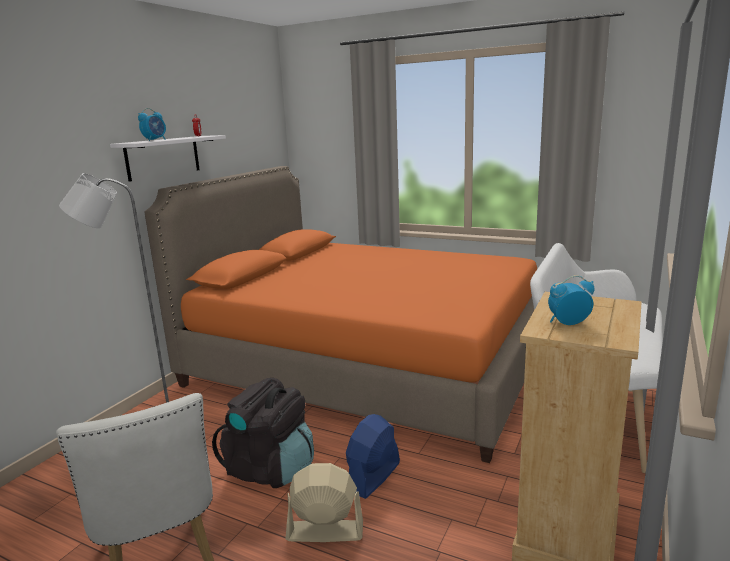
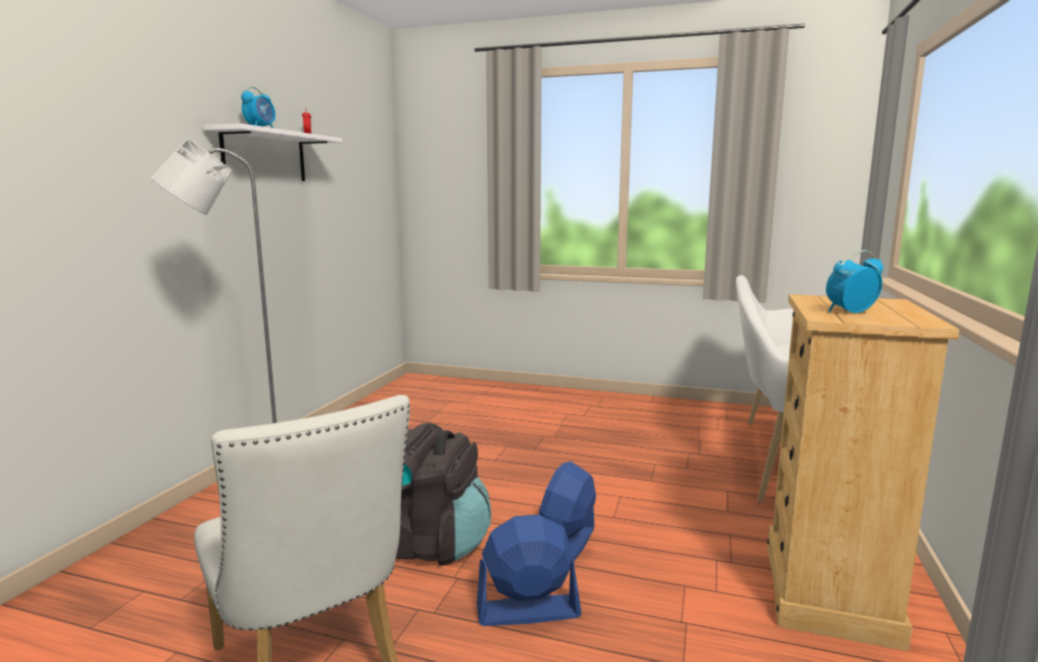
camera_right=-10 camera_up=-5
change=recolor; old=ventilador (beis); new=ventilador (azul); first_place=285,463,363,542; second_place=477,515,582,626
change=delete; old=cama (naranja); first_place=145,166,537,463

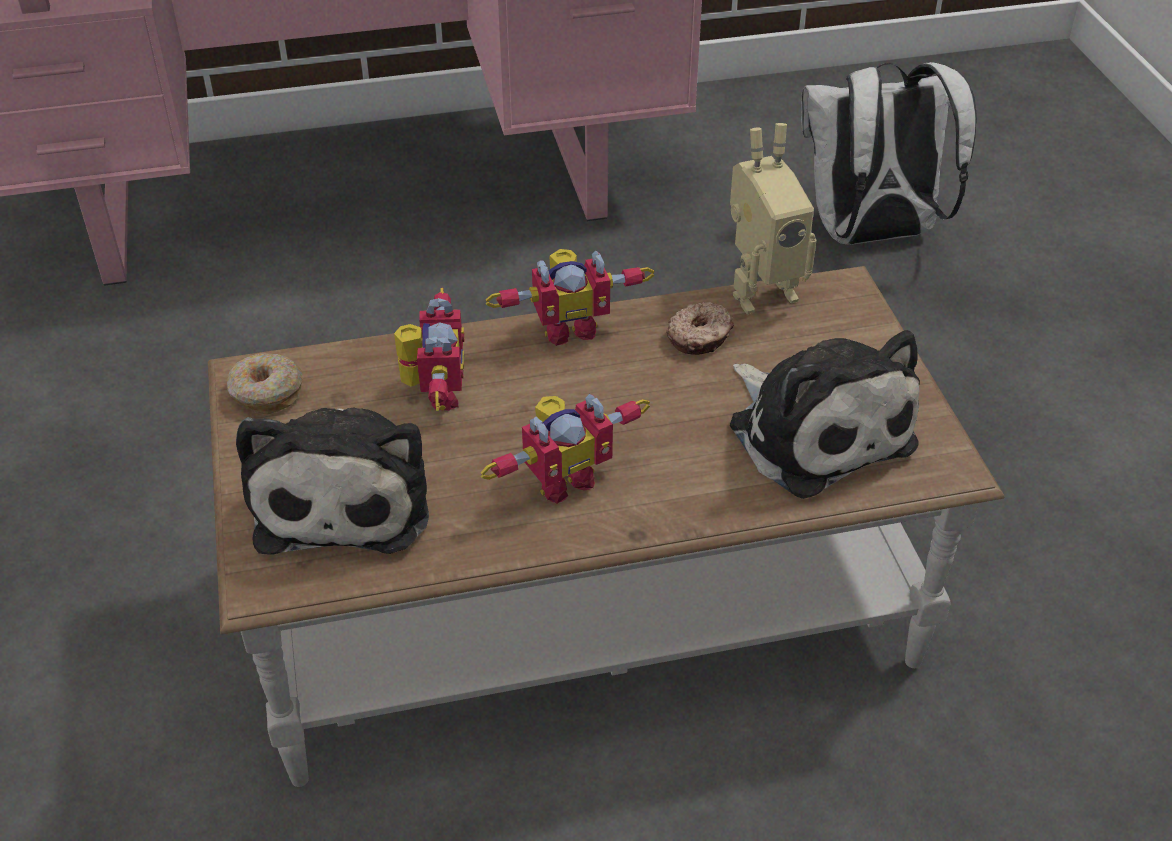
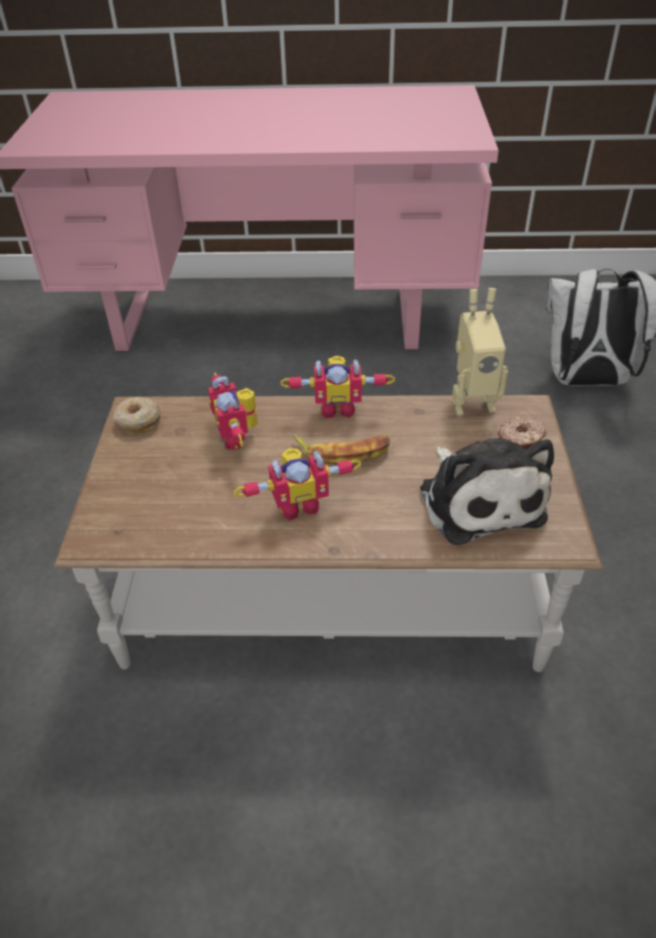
camera_right=15 camera_up=0
change=rotate; old=robot de juguete; first_place=394,288,464,411; second_place=208,373,258,450; degrees=150
change=insert; new=plátano; second_place=293,435,391,464
change=move; old=rosquilla; first_place=666,302,734,355; second_place=498,416,547,450
change=delete; old=peluche; first_place=236,408,429,555

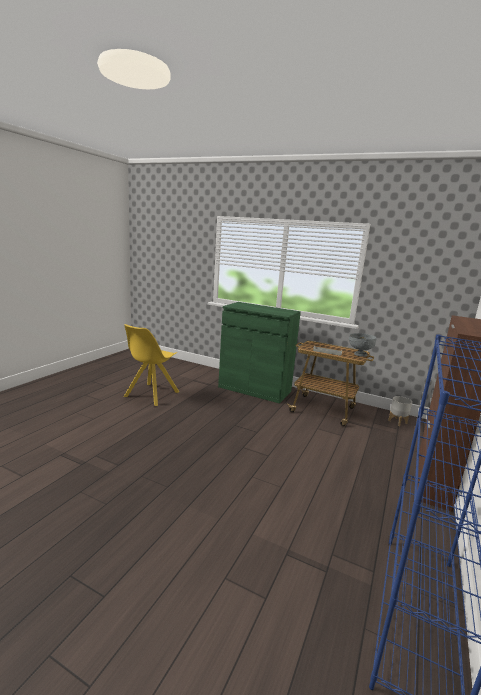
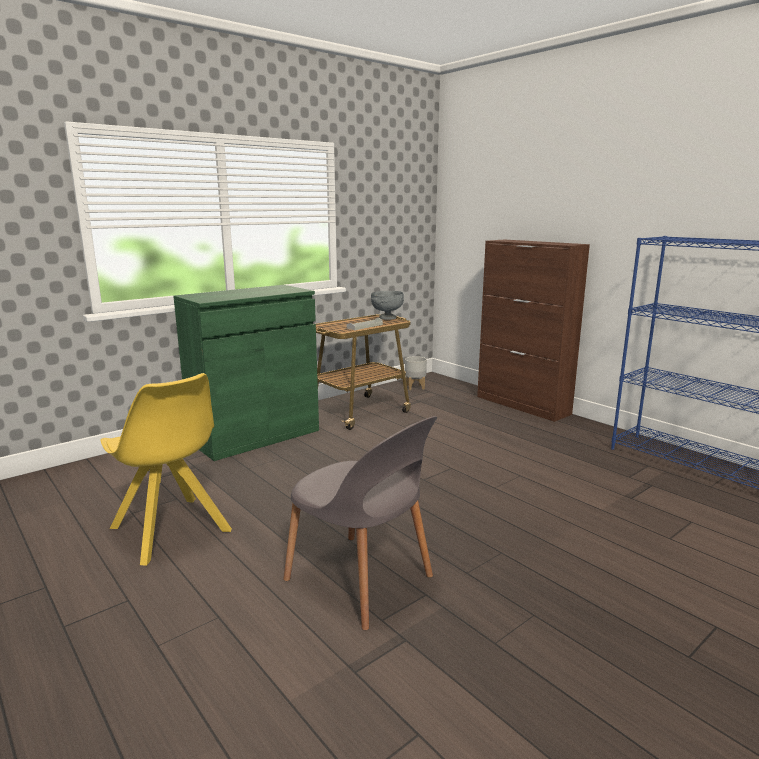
camera_right=-65 camera_up=0
change=insert; new=silla (gris); second_place=283,416,437,630

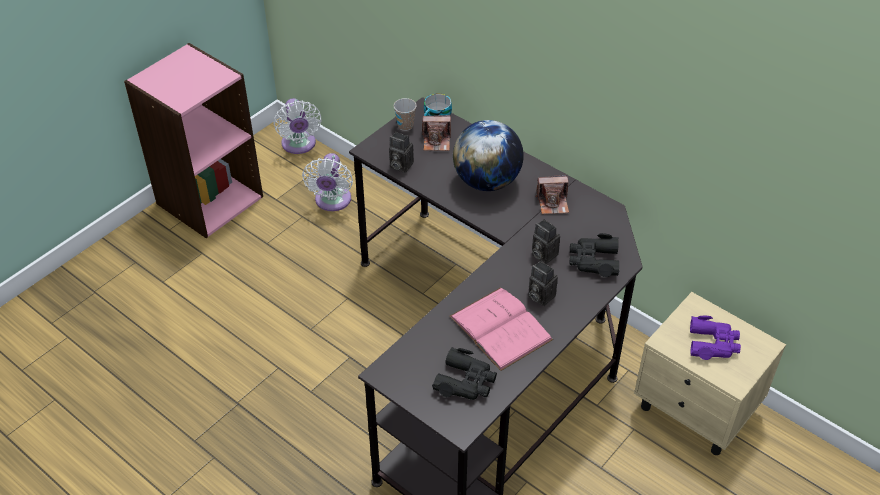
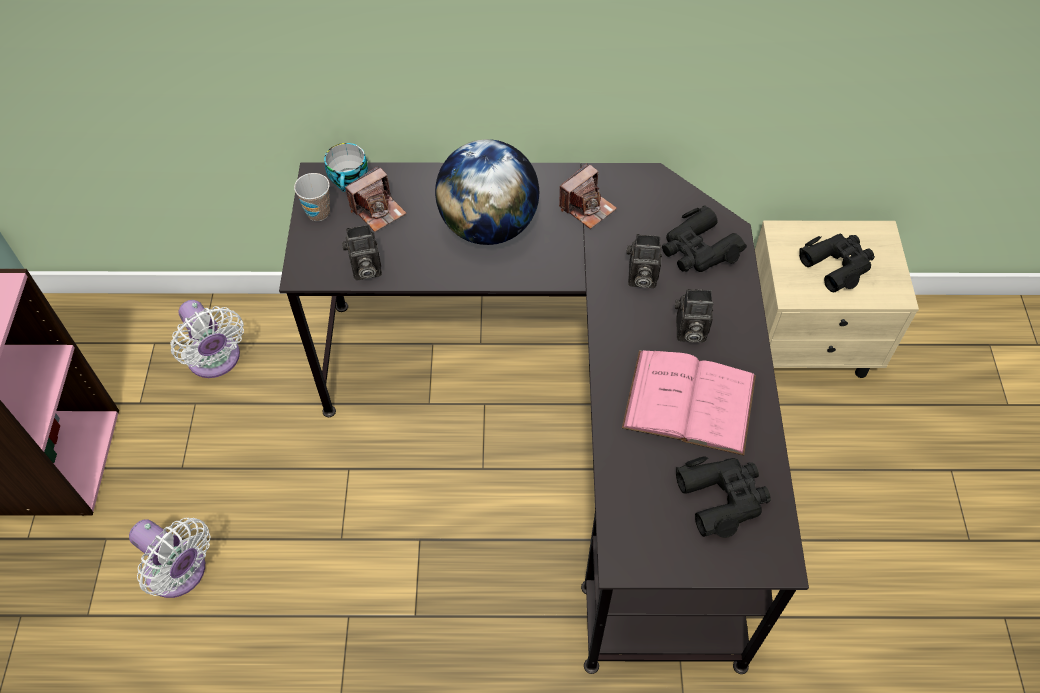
camera_right=-40 camera_up=10
change=move; old=ventilador (blanco); first_place=274,98,322,154; second_place=129,518,211,598
change=recolor; old=prismáticos (morado); new=prismáticos (negro); first_place=690,316,741,360; second_place=799,234,875,292

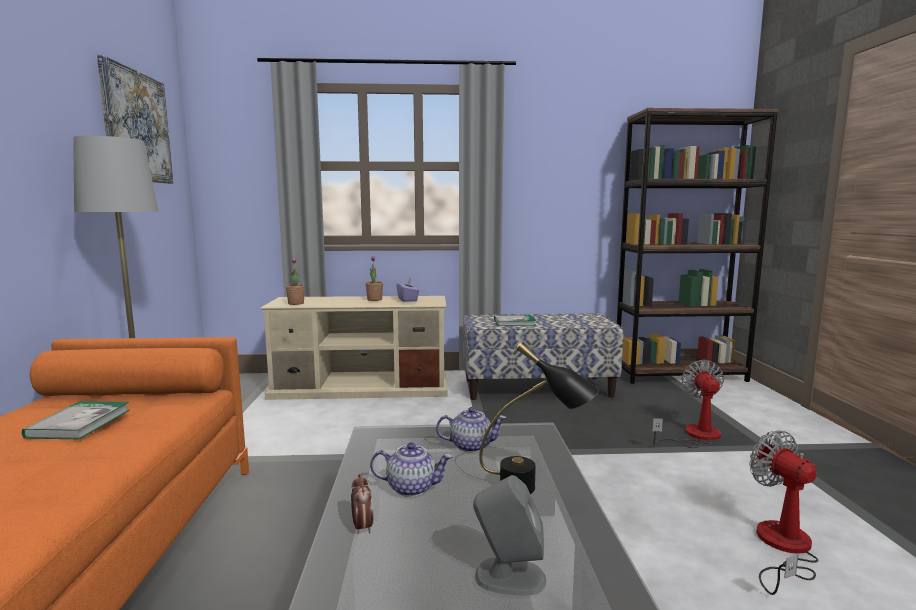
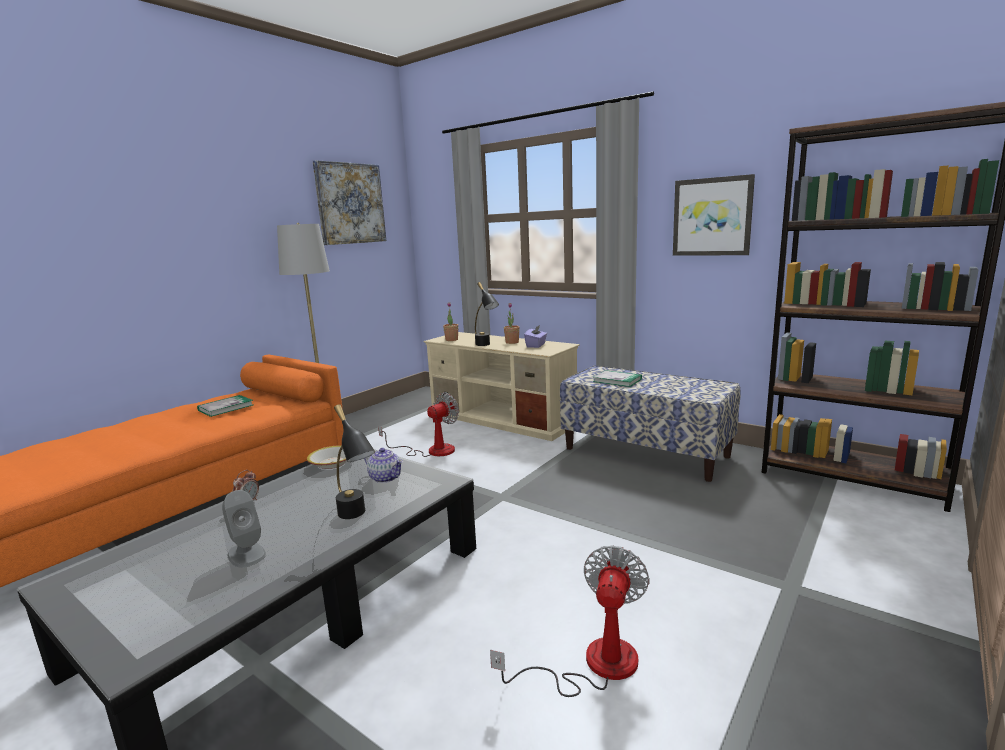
camera_right=40 camera_up=5
change=insert; new=cuenco; second_place=307,445,347,469
change=move; old=ventilador; first_place=652,360,724,448; second_place=378,392,459,457
change=insert; new=lámpara de mesa (negro); second_place=475,282,499,346
change=insert; new=cuadro; second_place=673,174,755,256
change=delete; old=tetera; first_place=370,442,453,497

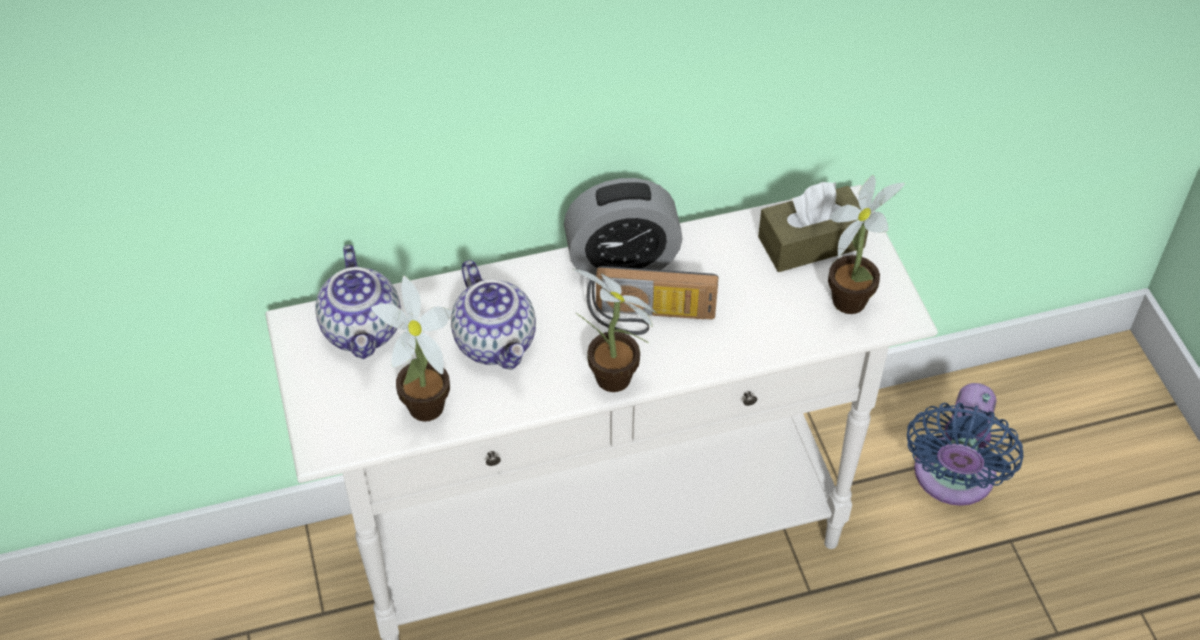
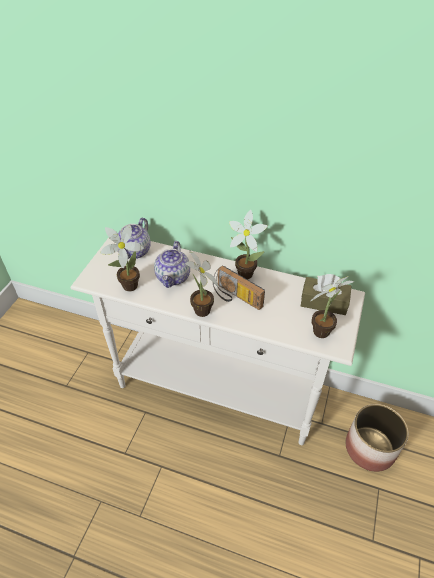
camera_right=35 camera_up=-5
change=replace; old=despertador; new=planta en maceta; first_place=564,178,683,275; second_place=229,210,268,280
change=replace; old=ventilador (azul); new=maceta; first_place=907,383,1023,506; second_place=346,404,408,472

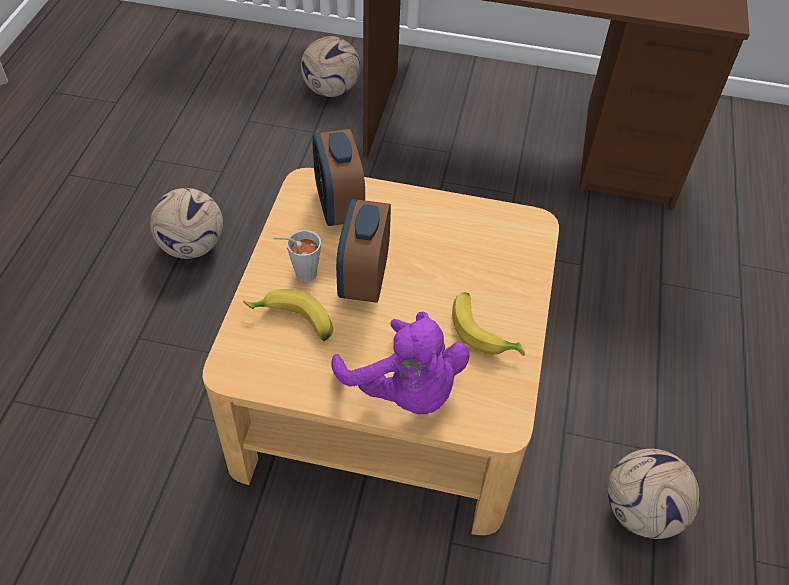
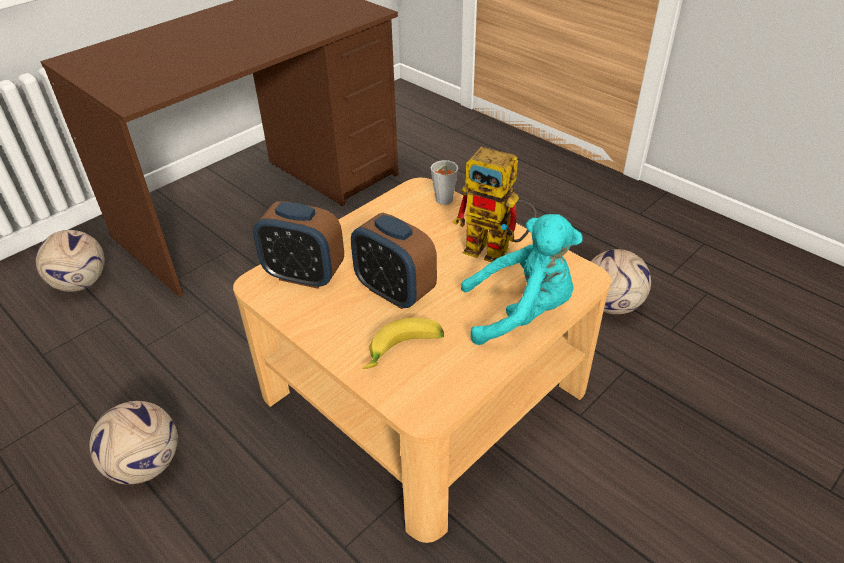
camera_right=-55 camera_up=-10
change=move; old=taza (gris); first_place=274,230,321,282; second_place=431,160,458,205
change=replace; old=plátano; new=robot de juguete; first_place=452,292,525,356; second_place=453,147,537,262
change=recolor; old=peluche (morado); new=peluche (turquesa); first_place=331,311,470,414; second_place=461,214,583,345

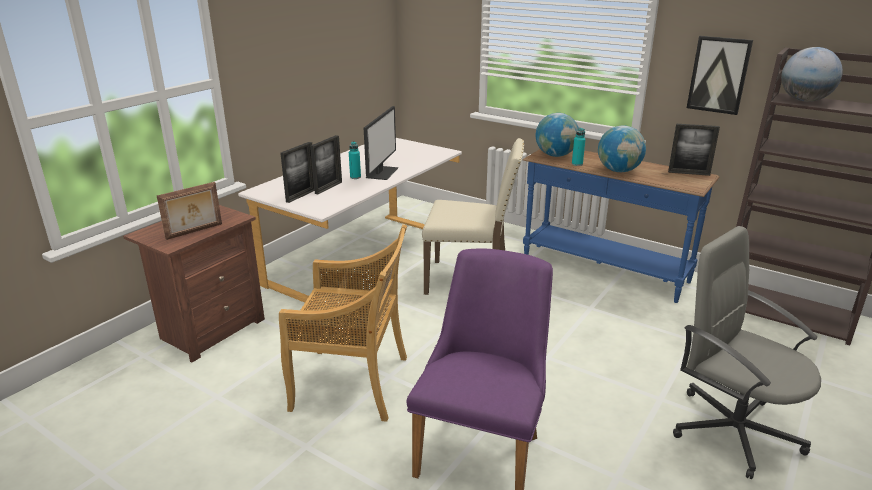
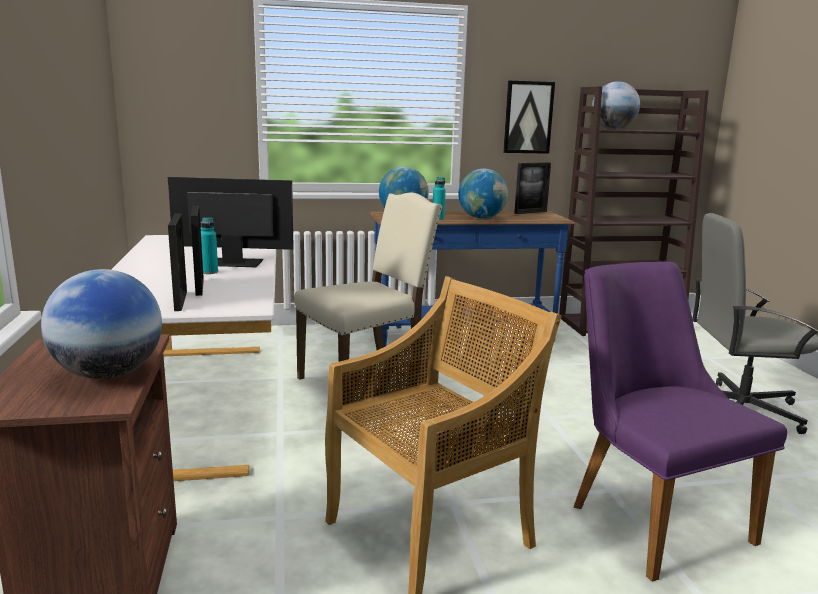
camera_right=-45 camera_up=-10
change=replace; old=portarretratos; new=globo terráqueo; first_place=157,182,222,240; second_place=41,269,162,379
change=rotate; old=monitor; first_place=364,106,398,180; second_place=168,177,294,267; degrees=-60

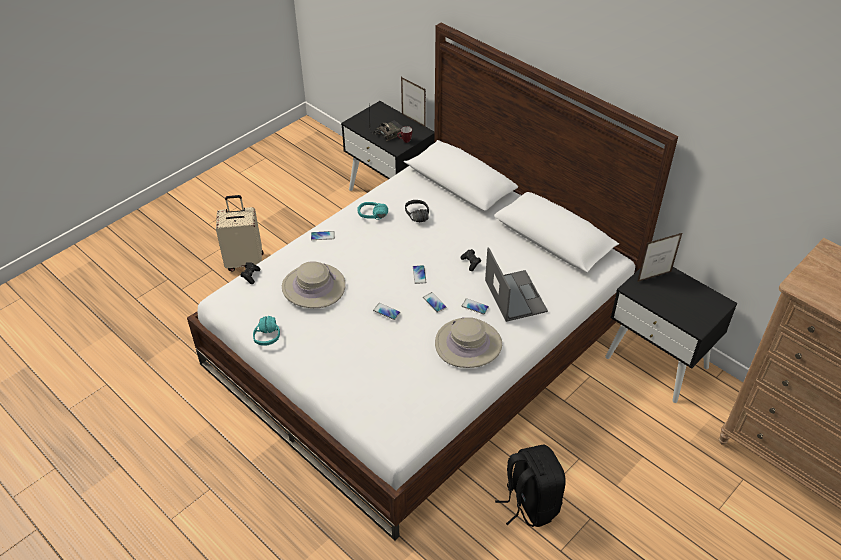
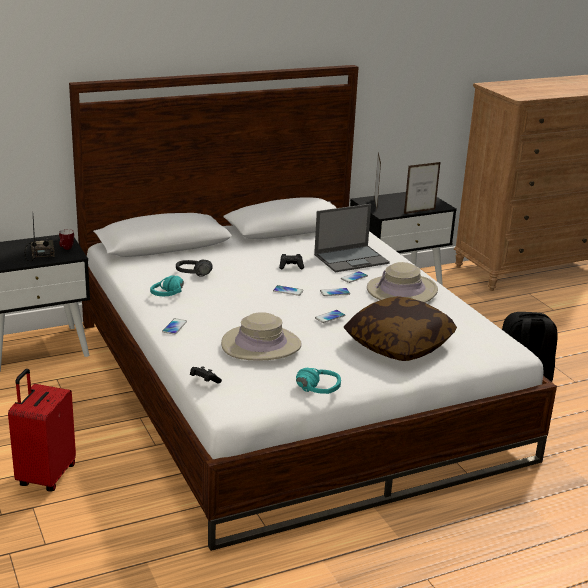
camera_right=-70 camera_up=-20
change=recolor; old=maleta (beis); new=maleta (rojo); first_place=216,195,264,271; second_place=8,369,76,491
change=rotate; old=portátil; first_place=485,247,548,322; second_place=314,204,390,273; degrees=150
change=insert; new=cojín; second_place=343,296,457,361
change=move; old=portarretratos; first_place=401,77,426,127; second_place=404,162,440,214

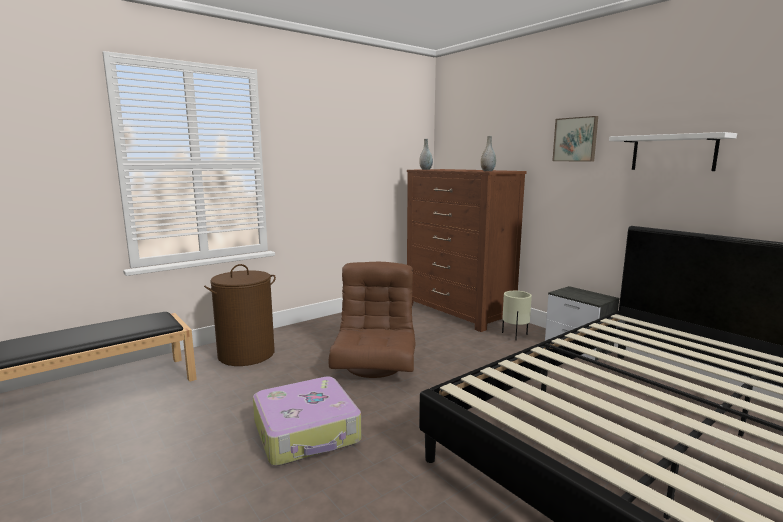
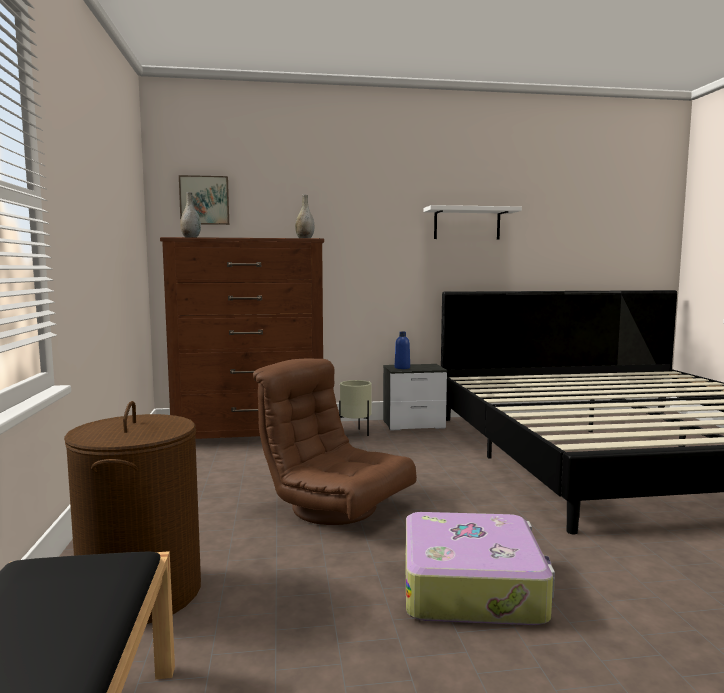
camera_right=-60 camera_up=-5
change=move; old=cuadro; first_place=552,116,598,161; second_place=179,175,229,225
change=insert; new=botella (azul); second_place=395,332,410,369

